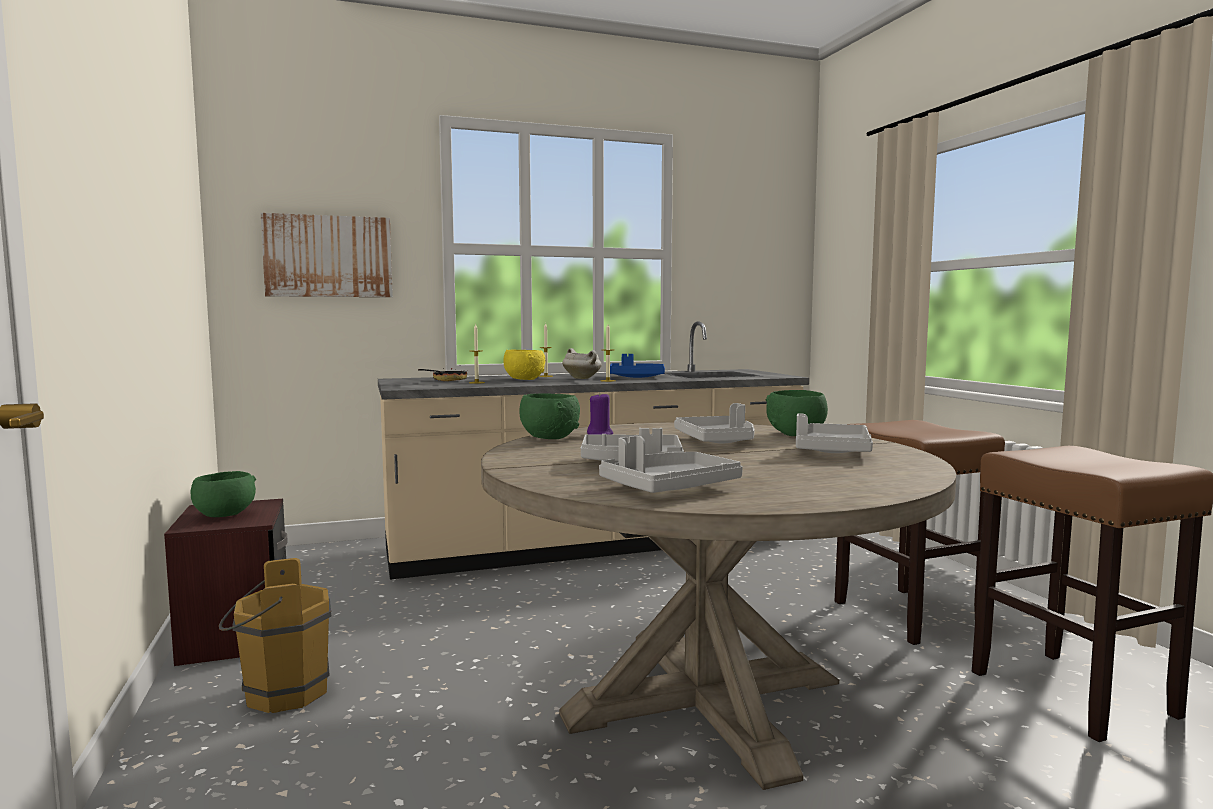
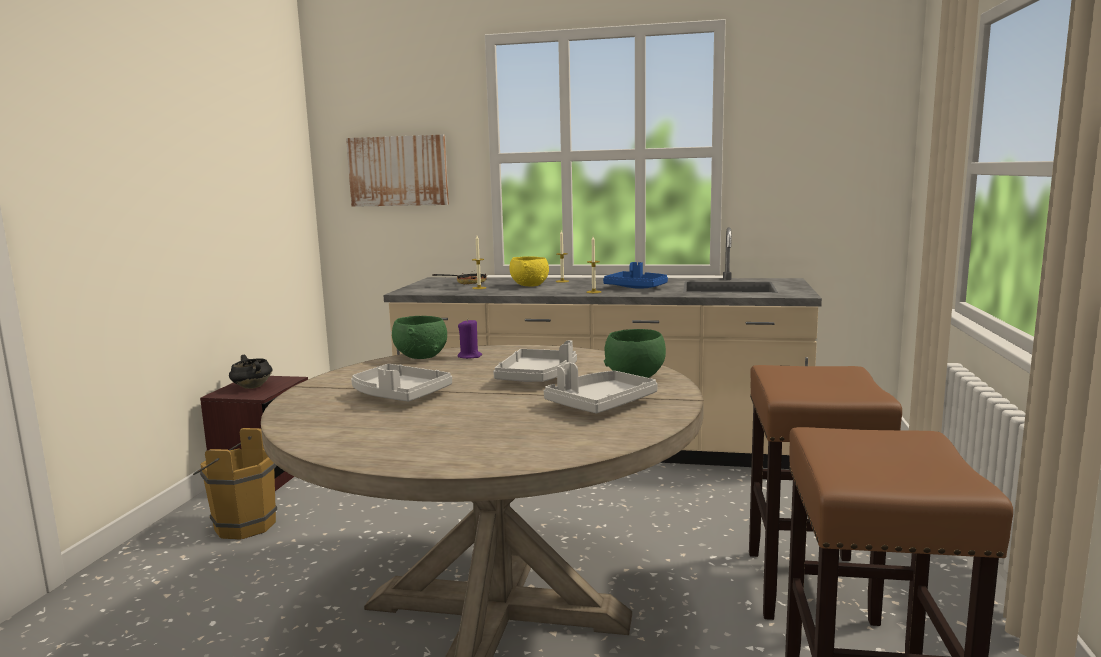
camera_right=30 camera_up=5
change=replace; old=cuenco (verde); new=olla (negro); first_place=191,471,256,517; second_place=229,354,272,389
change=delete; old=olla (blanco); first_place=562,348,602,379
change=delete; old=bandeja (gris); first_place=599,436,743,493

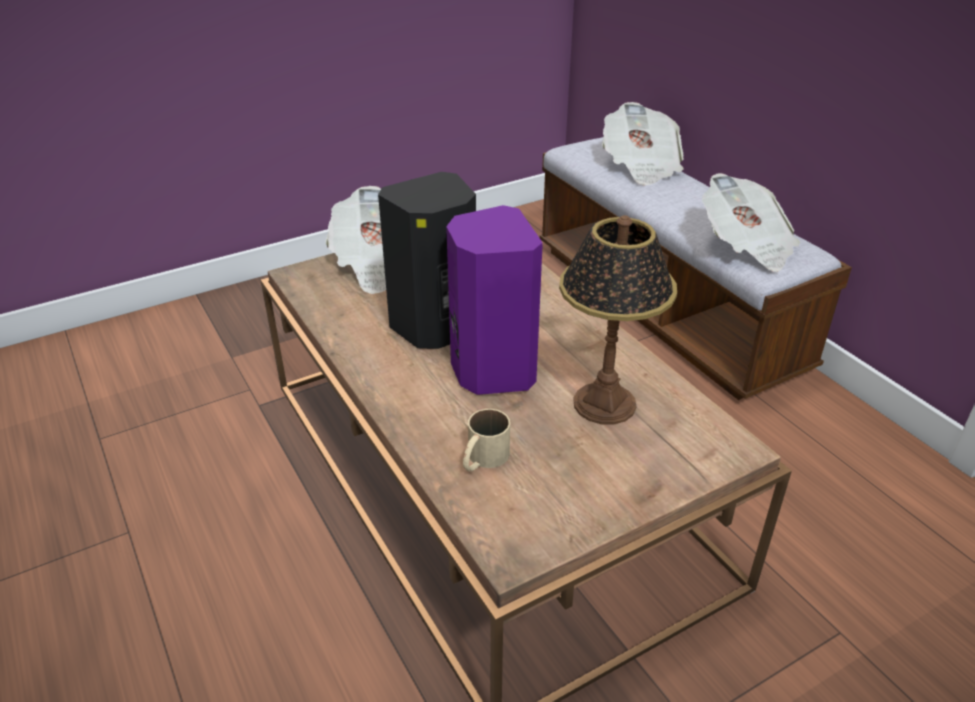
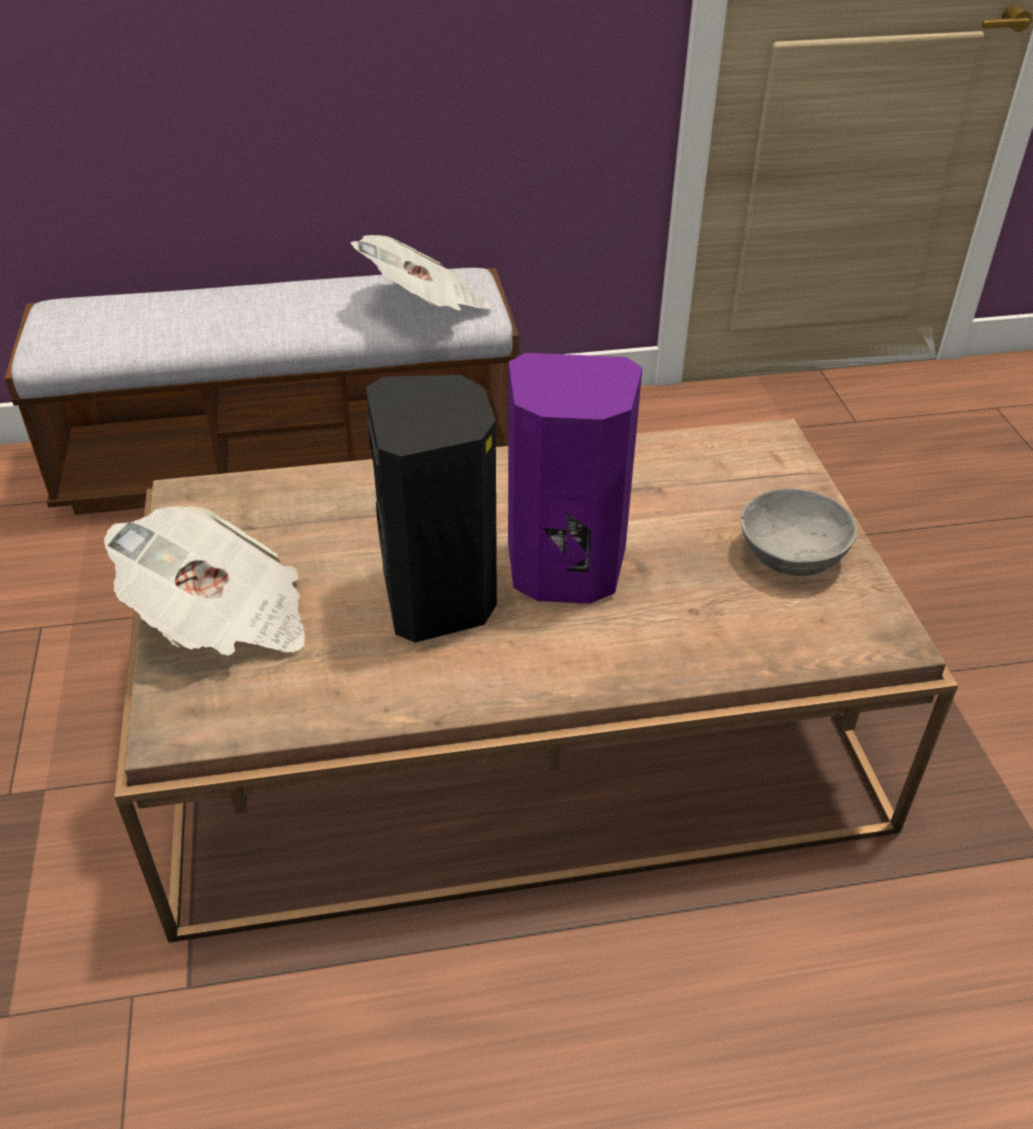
camera_right=-70 camera_up=5
change=insert; new=cuenco (gris); second_place=741,489,857,576
change=delete; old=taza grande (beis); first_place=463,409,510,472
change=delete; old=lámpara de mesa; first_place=559,215,677,425
change=delete; old=periódico; first_place=602,102,684,186

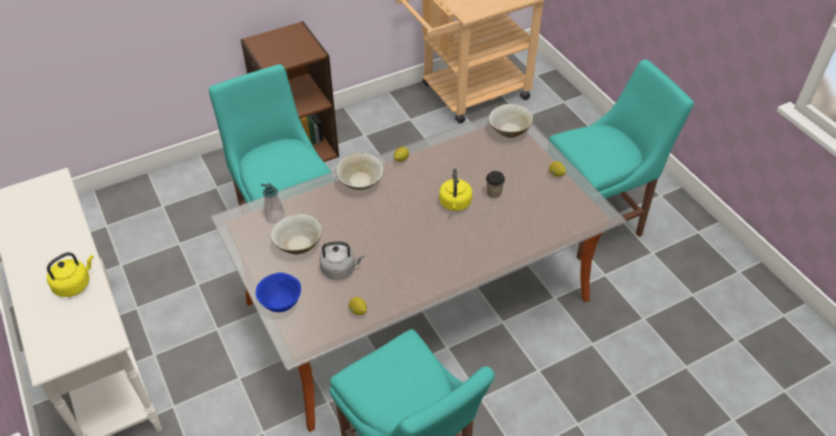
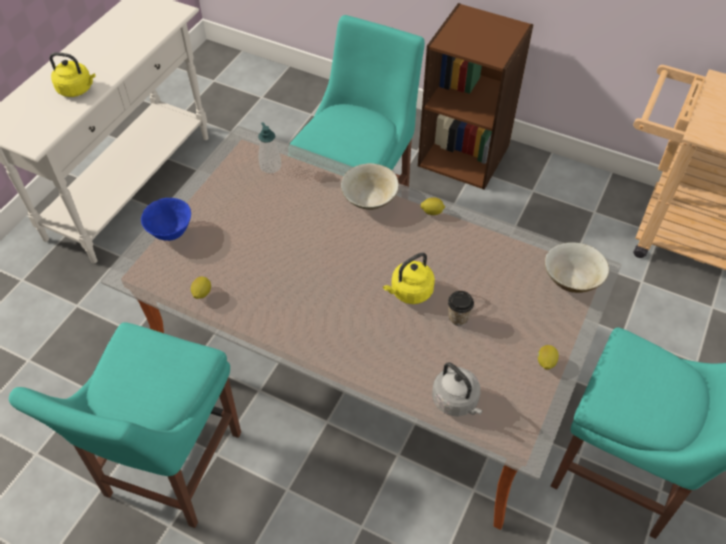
camera_right=55 camera_up=5
change=move; old=hervidor (gris); first_place=319,242,365,280; second_place=432,362,483,416
change=delete; old=cuenco (beis); first_place=271,214,322,254

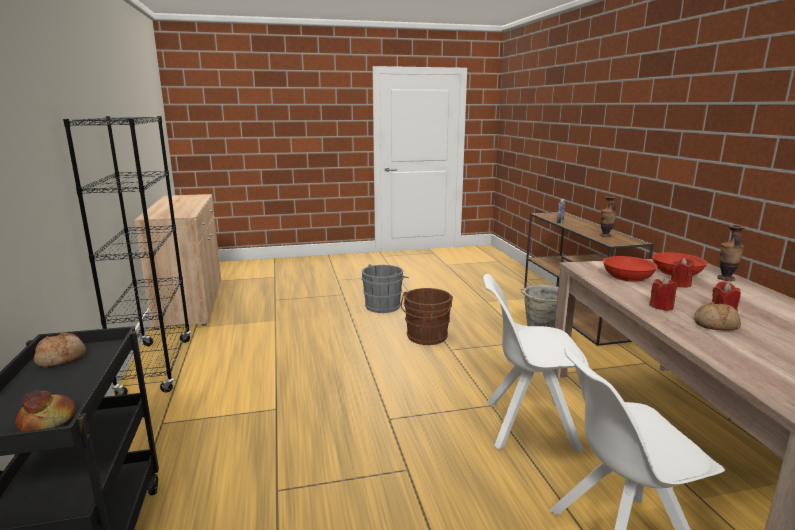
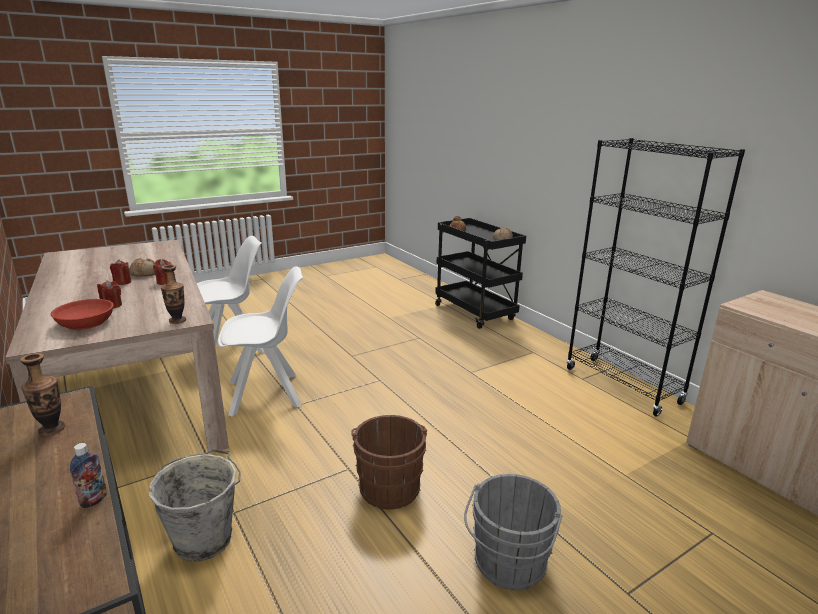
camera_right=160 camera_up=5
change=move; old=florero; first_place=717,225,744,281; second_place=161,265,186,324
change=delete; old=cuenco (rojo); first_place=603,256,658,282

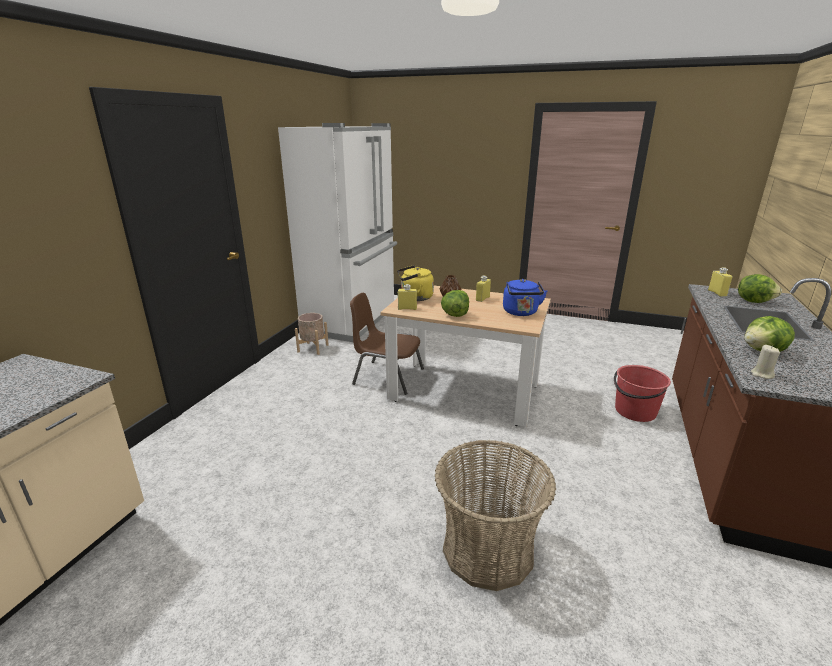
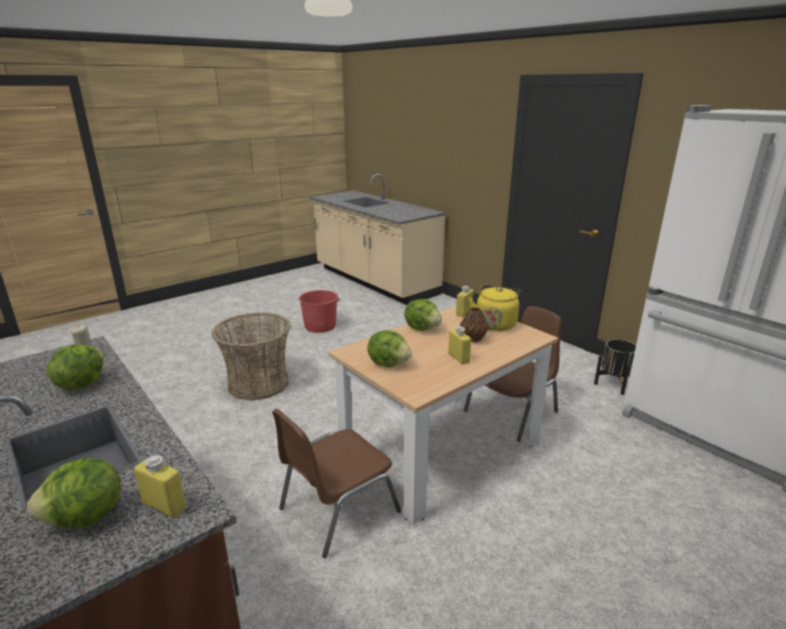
camera_right=120 camera_up=0
change=insert; new=silla (marrón); second_place=272,409,401,558
change=move; old=cubo (rojo); first_place=614,365,671,422; second_place=298,290,340,333
change=replace; old=hervidor (azul); new=lechuga; first_place=503,279,547,316; second_place=367,330,411,367
change=recolor; old=maceta (beis); new=maceta (negro); first_place=295,313,329,355; second_place=594,339,636,395

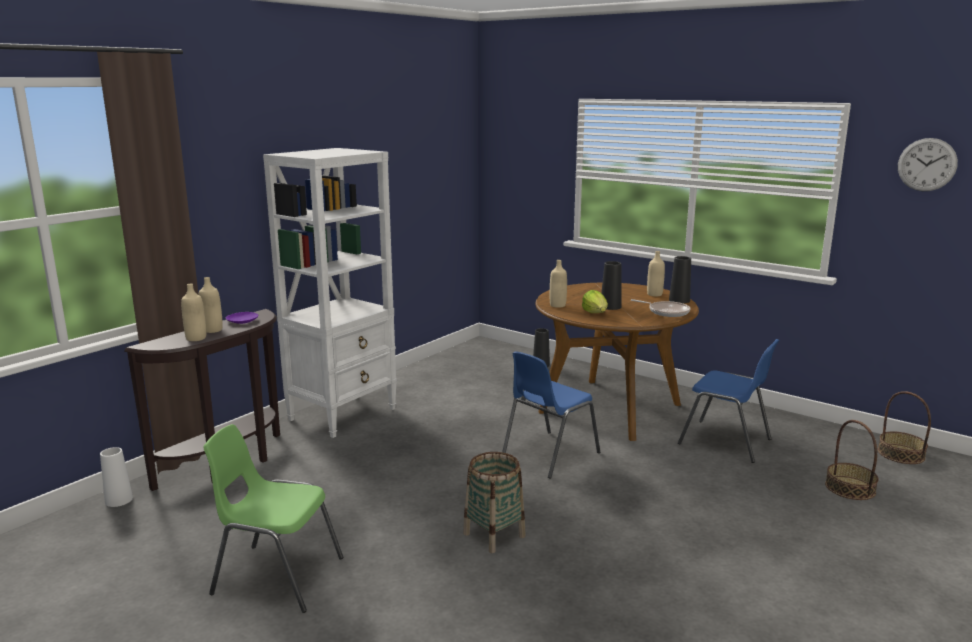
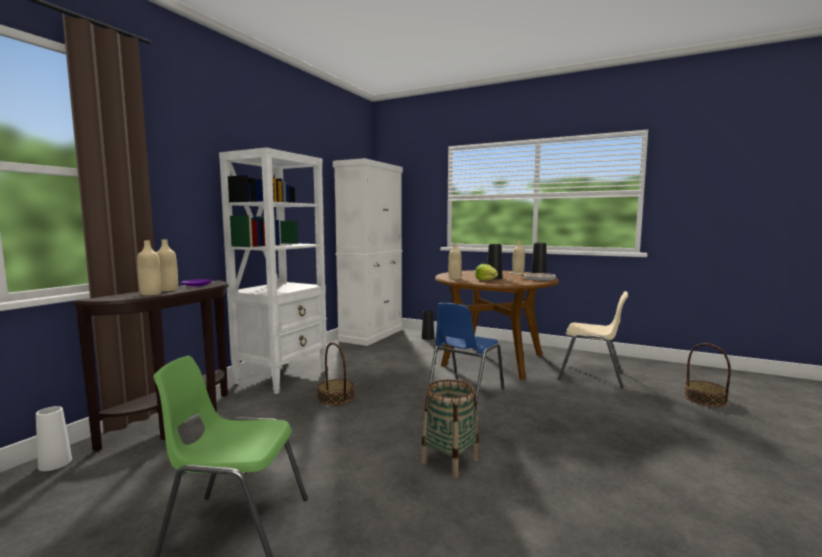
camera_right=-10 camera_up=-10
change=move; old=cesta; first_place=878,391,931,464; second_place=317,342,354,405
change=insert; new=armario (blanco); second_place=333,158,403,346
change=recolor; old=silla (azul); new=silla (beis); first_place=678,339,780,463; second_place=558,291,628,388
change=delete; old=reloj de pared; first_place=898,138,958,191

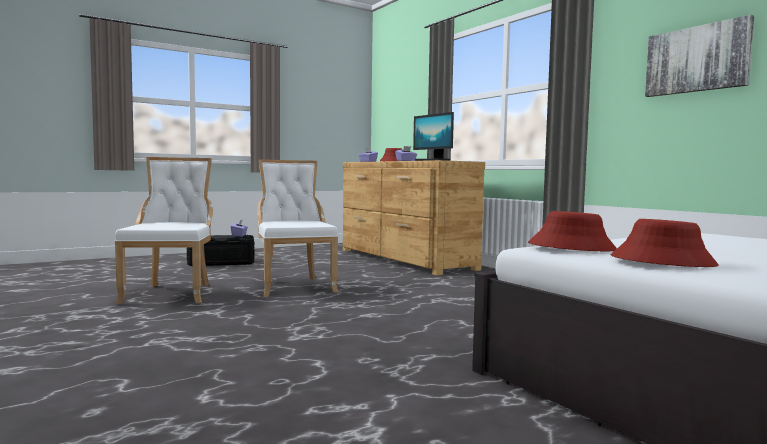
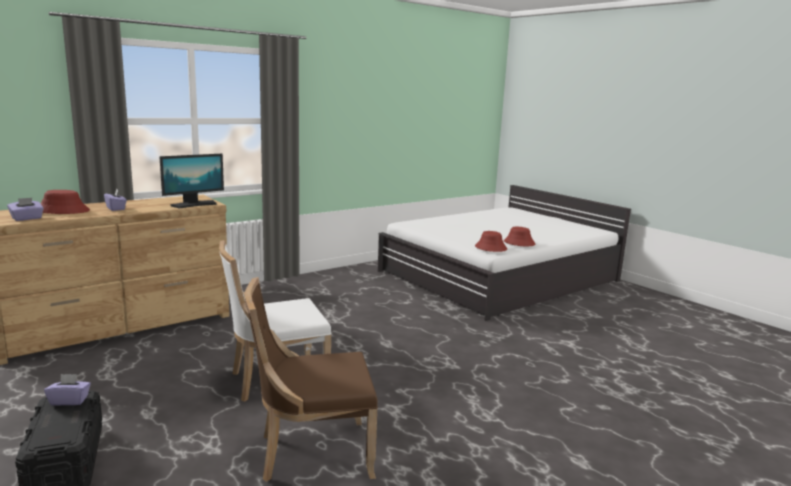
camera_right=-95 camera_up=10
change=recolor; old=silla (blanco); new=silla (marrón); first_place=115,157,213,304; second_place=245,277,378,482
change=delete; old=cuadro; first_place=645,15,754,97

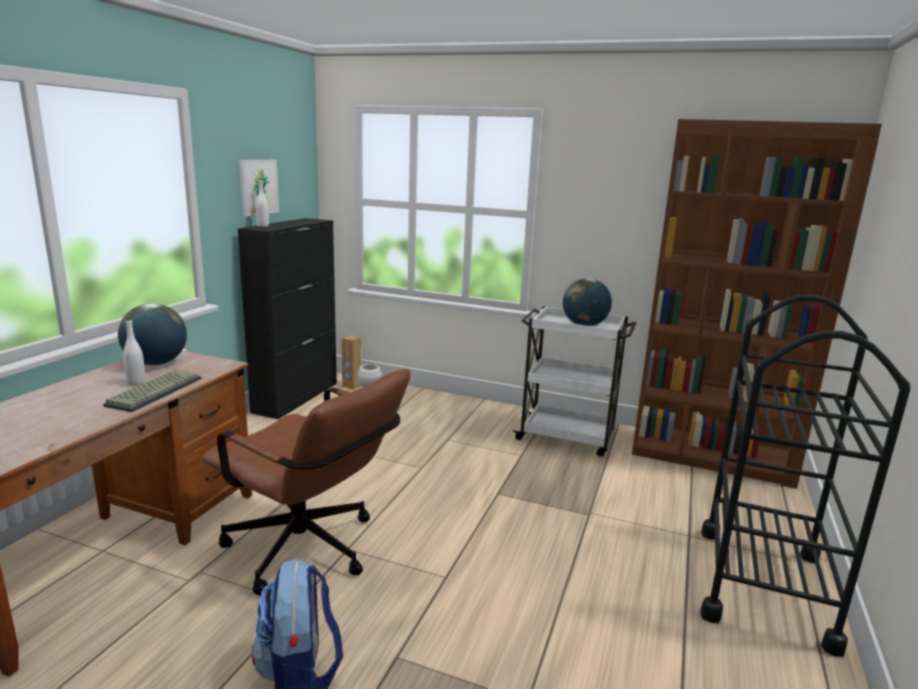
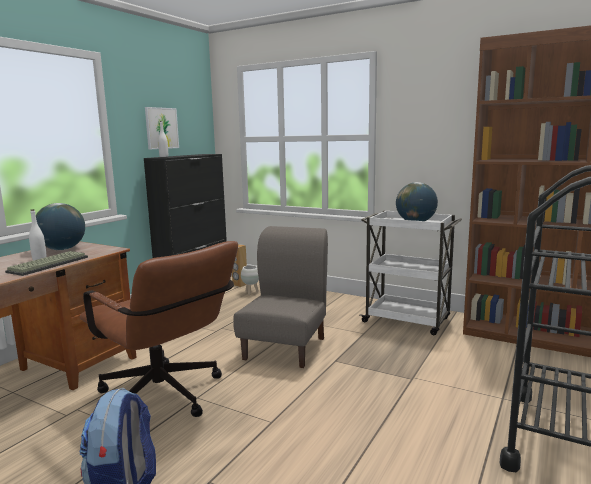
camera_right=10 camera_up=-5
change=insert; new=silla (gris); second_place=233,226,328,368

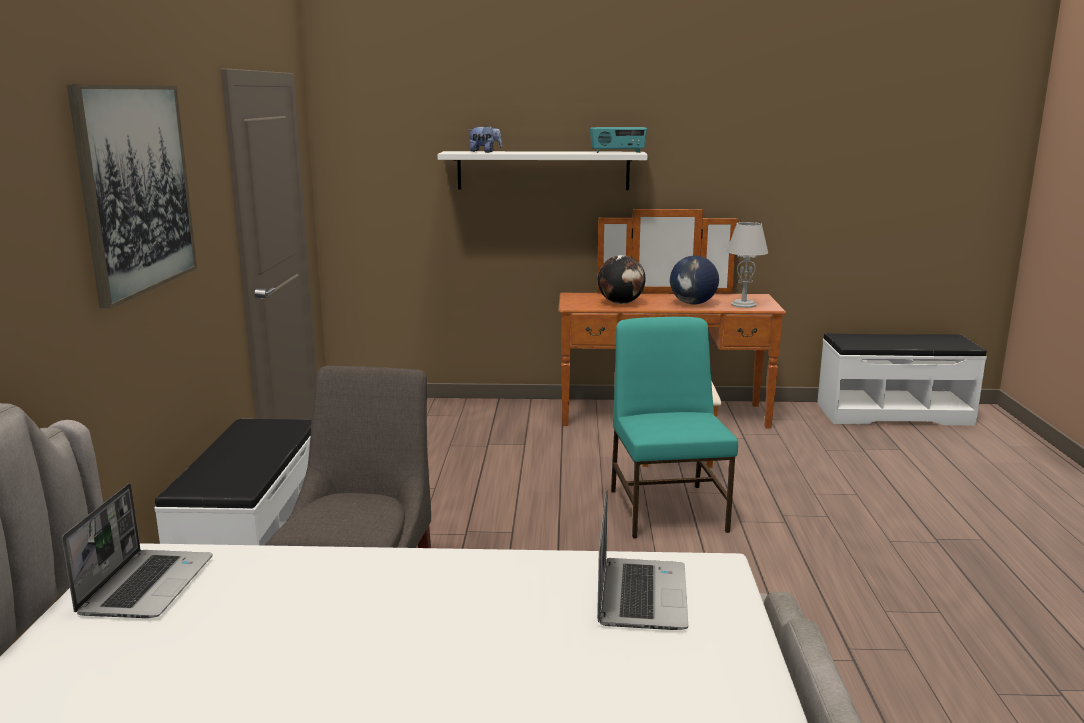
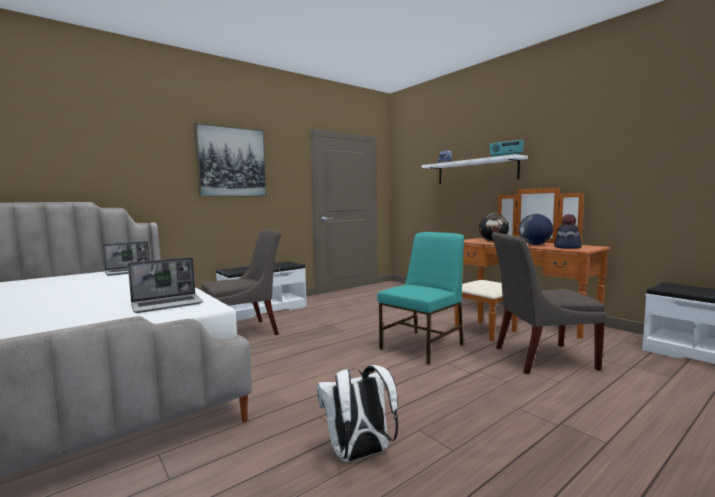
camera_right=50 camera_up=-10
change=insert; new=mochila (blanco); second_place=317,365,398,462
change=insert; new=silla (gris); second_place=491,232,607,374
change=replace; old=lámpara de mesa (gris); new=sombrero; first_place=726,222,768,308; second_place=554,214,582,249

